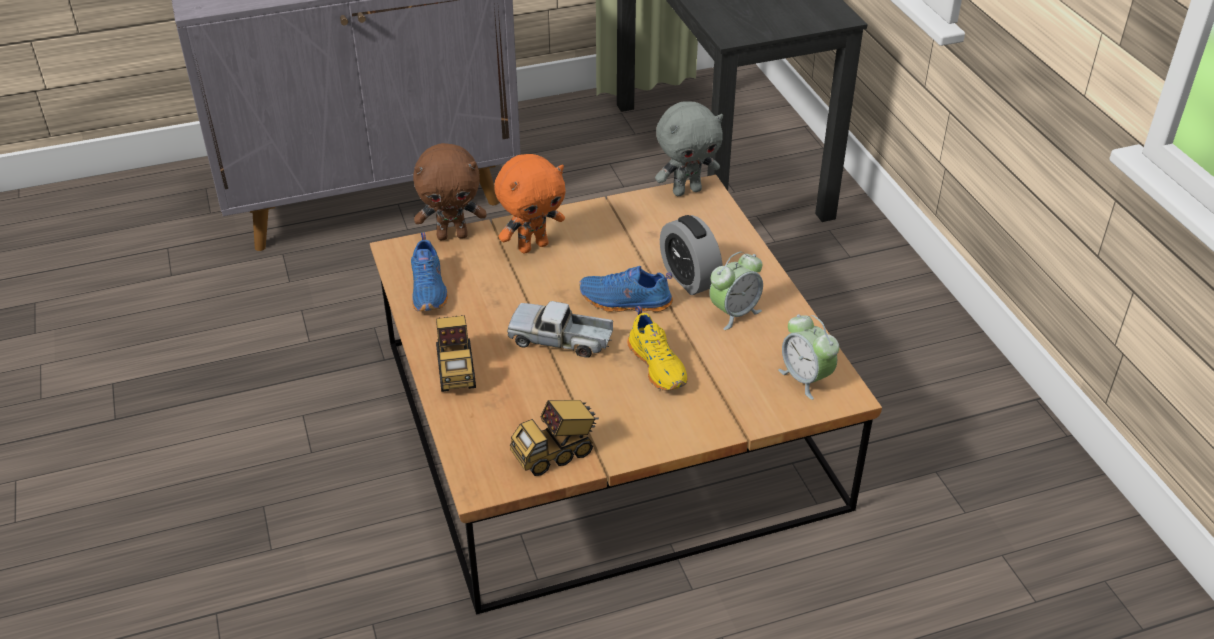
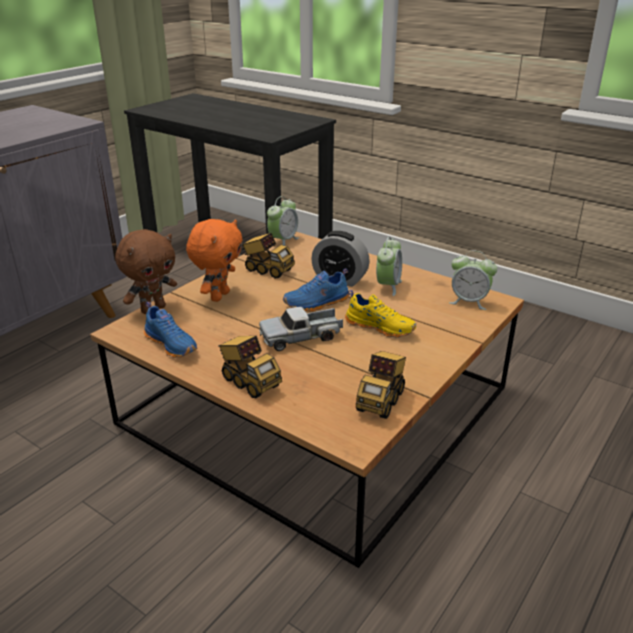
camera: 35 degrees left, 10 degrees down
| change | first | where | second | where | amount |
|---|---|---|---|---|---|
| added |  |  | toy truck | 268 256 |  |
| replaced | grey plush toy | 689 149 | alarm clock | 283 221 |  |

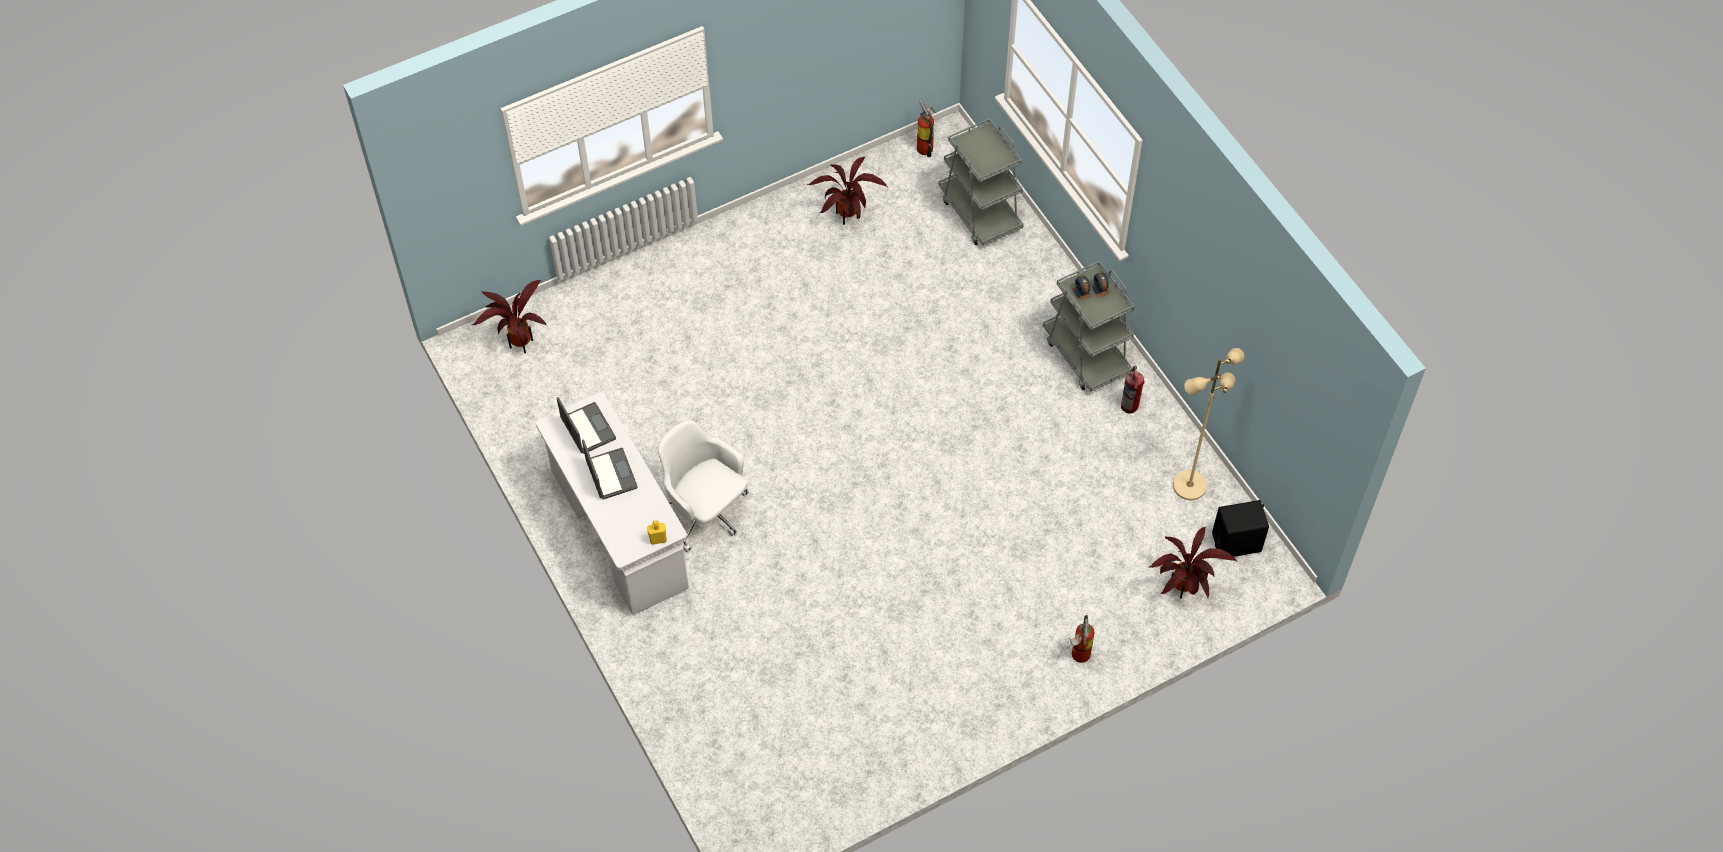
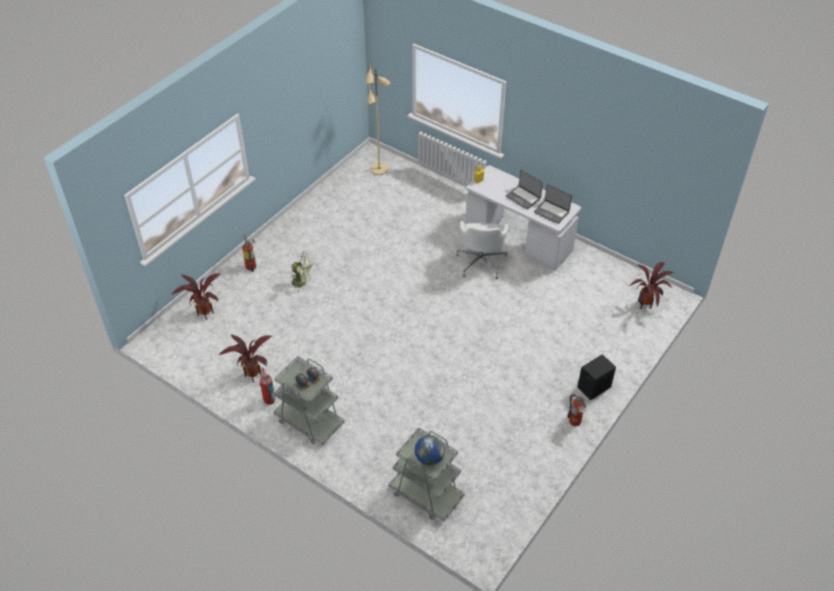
camera: 155 degrees right, 10 degrees down
| change | first | where | second | where | amount |
|---|---|---|---|---|---|
| moved | potted plant | 847 191 |  | 245 358 |  |
| added |  |  | green fan | 302 272 |  |
| moved | beige floor lamp | 1208 424 |  | 377 119 |  |
| added |  |  | globe | 430 450 |  |
| turned | white office chair | 703 486 |  | 482 250 | 75 degrees clockwise |
| moved | fire extinguisher | 926 128 |  | 578 410 |  |
| moved | black speaker | 1240 528 |  | 596 377 |  |

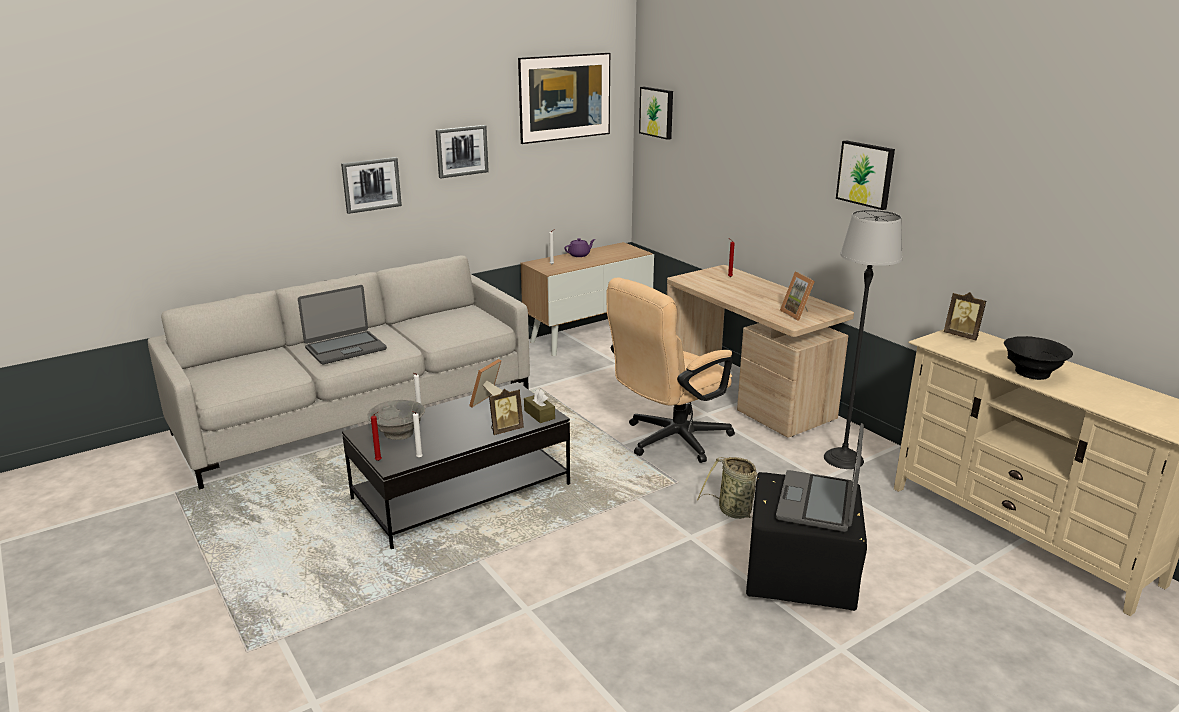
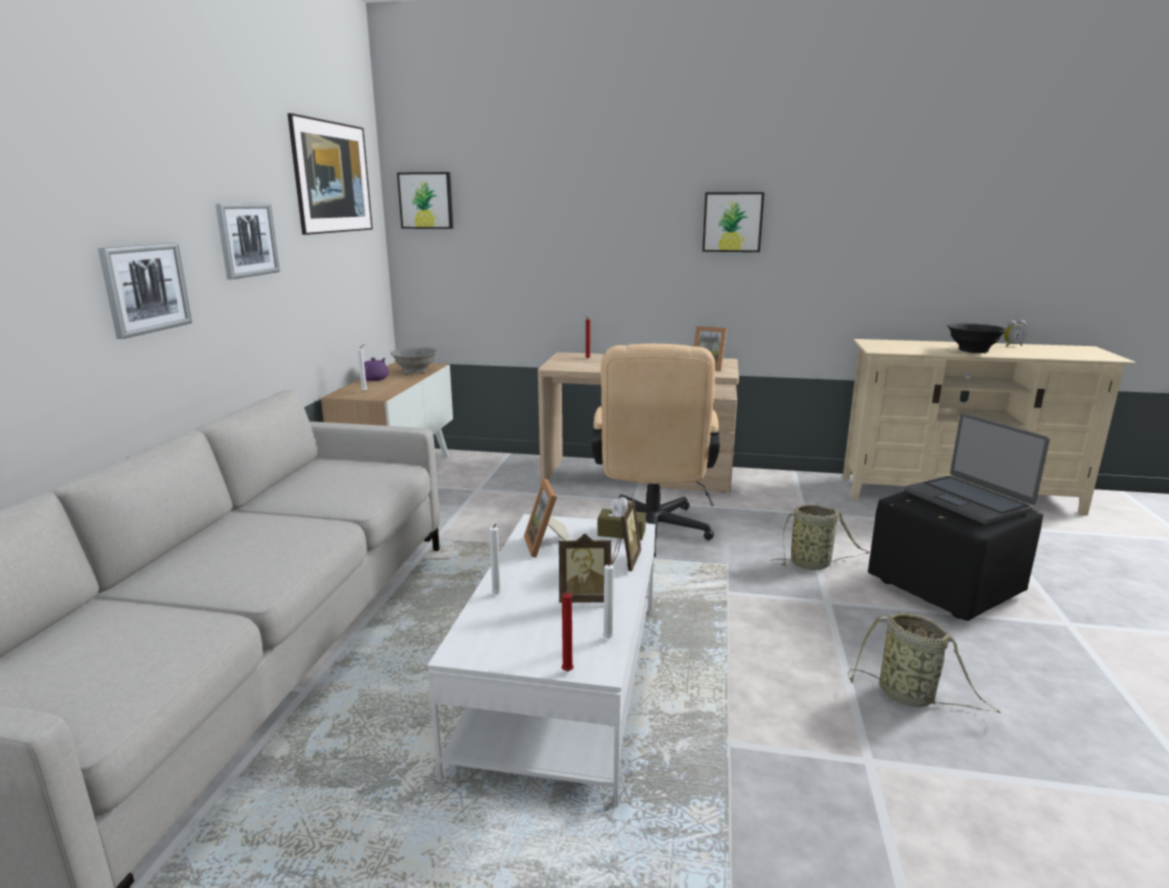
camera: 45 degrees left, 5 degrees down
| change | first | where | second | where | amount |
|---|---|---|---|---|---|
| moved | grey bowl | 396 420 |  | 413 360 |  |
| recoloured | black coffee table | 456 465 | white coffee table | 541 660 |  |
| moved | picture frame | 965 316 |  | 585 568 |  |
| added |  |  | basket | 924 663 |  |
| added |  |  | alarm clock | 1015 333 |  |
| removed | laptop | 342 325 |  |  |  |
| removed | floor lamp | 863 339 |  |  |  |

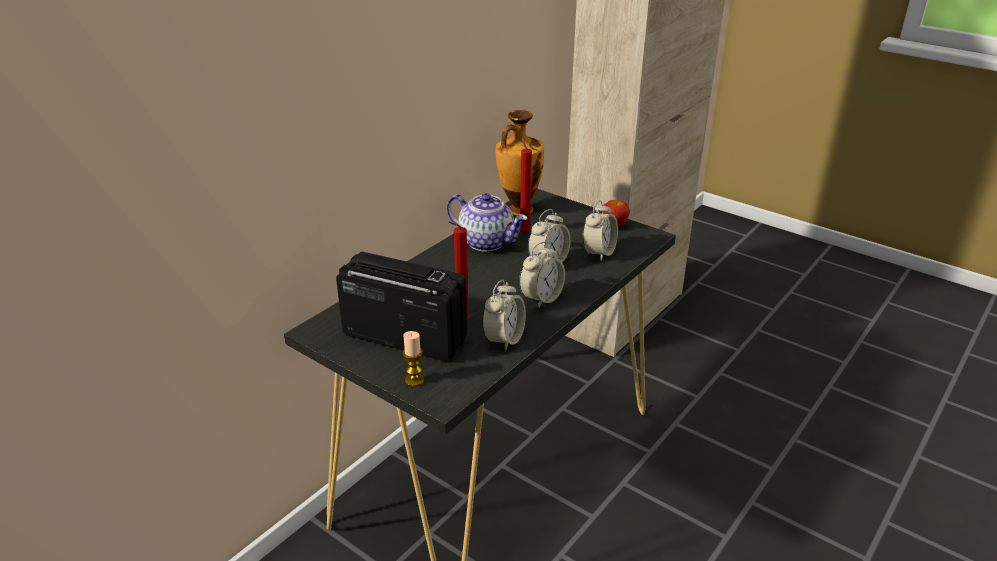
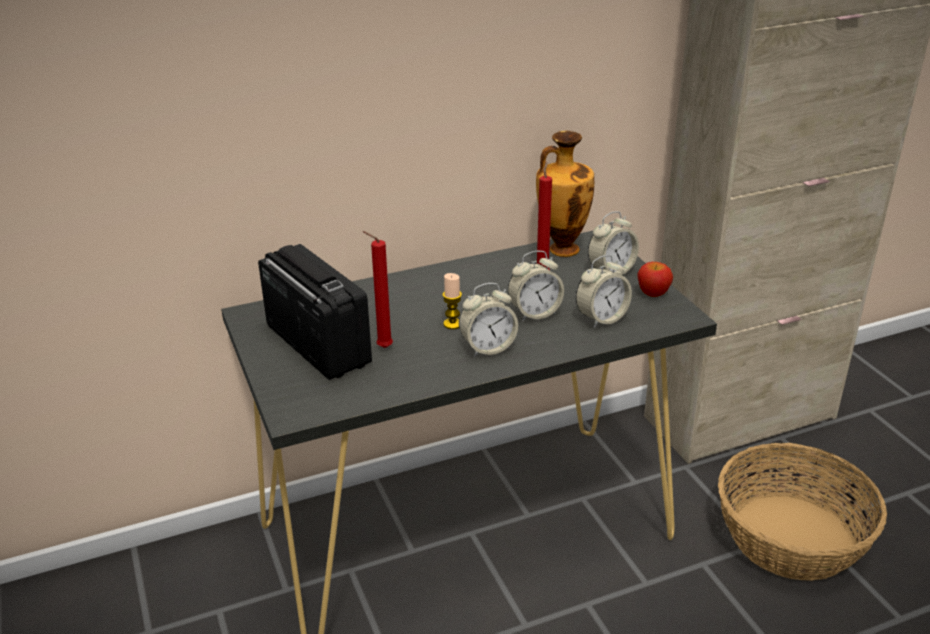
camera: 30 degrees right, 0 degrees up
| change | first | where | second | where | amount |
|---|---|---|---|---|---|
| moved | candle | 413 359 |  | 452 301 |  |
| moved | alarm clock | 504 315 |  | 613 243 |  |
| added |  |  | basket | 802 512 |  |
| removed | teapot | 487 222 |  |  |  |

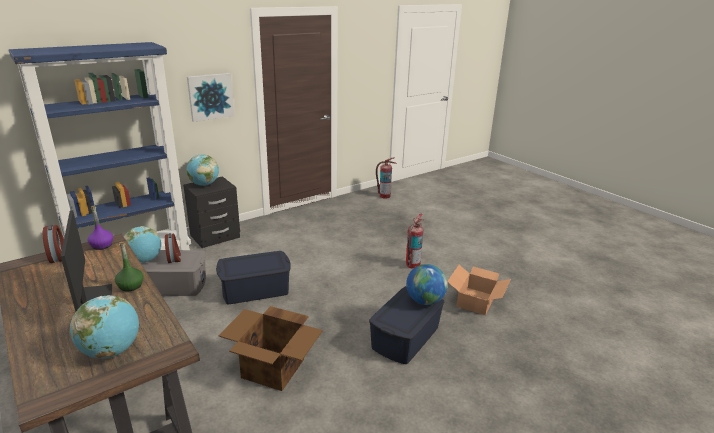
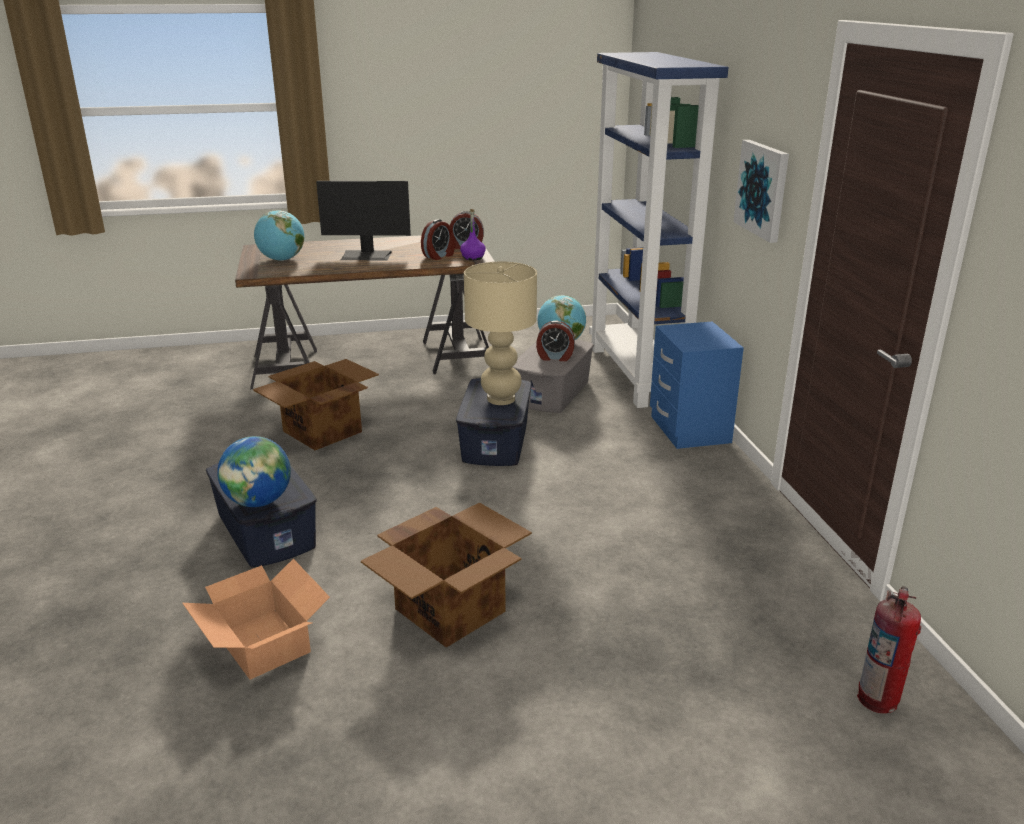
camera: 115 degrees right, 0 degrees up
| change | first | where | second | where | amount |
|---|---|---|---|---|---|
| replaced | fire extinguisher | 414 241 | cardboard box | 446 575 |  |
| added |  |  | alarm clock | 438 239 |  |
| added |  |  | beige table lamp | 500 333 |  |
| recoloured | black nightstand | 211 212 | blue nightstand | 697 385 |  |
| removed | green bottle | 129 267 |  |  |  |
| removed | globe | 202 170 |  |  |  |

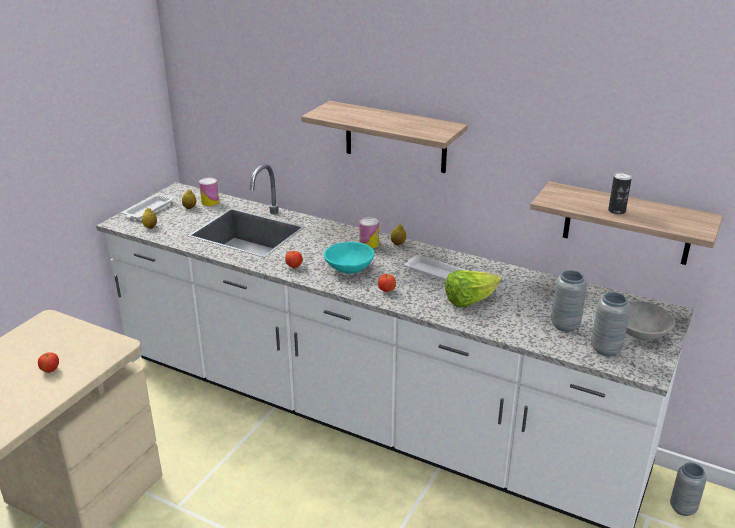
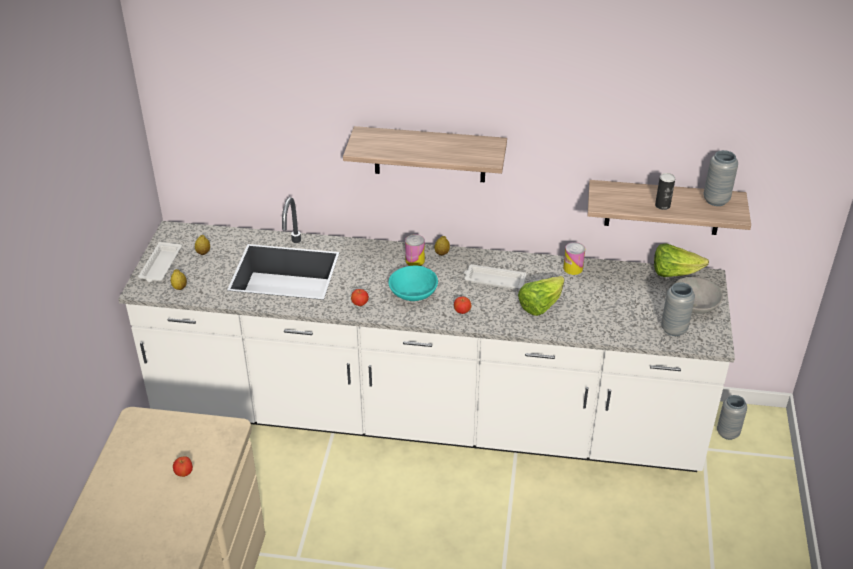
camera: 20 degrees left, 10 degrees up
| change | first | where | second | where | amount |
|---|---|---|---|---|---|
| moved | can | 209 192 |  | 574 258 |  |
| added |  |  | lettuce | 681 260 |  |
| moved | grey vase | 569 301 |  | 721 178 |  |

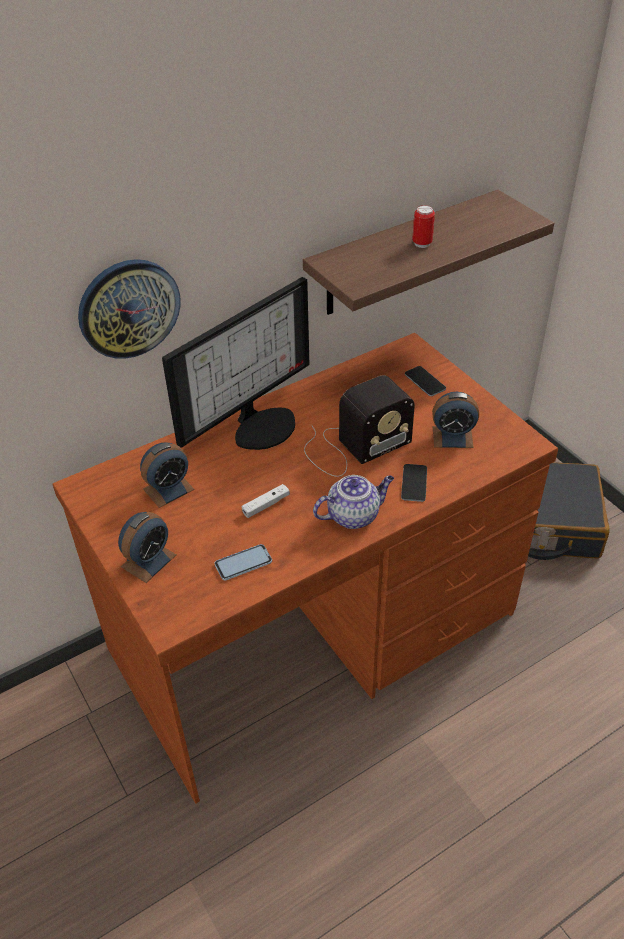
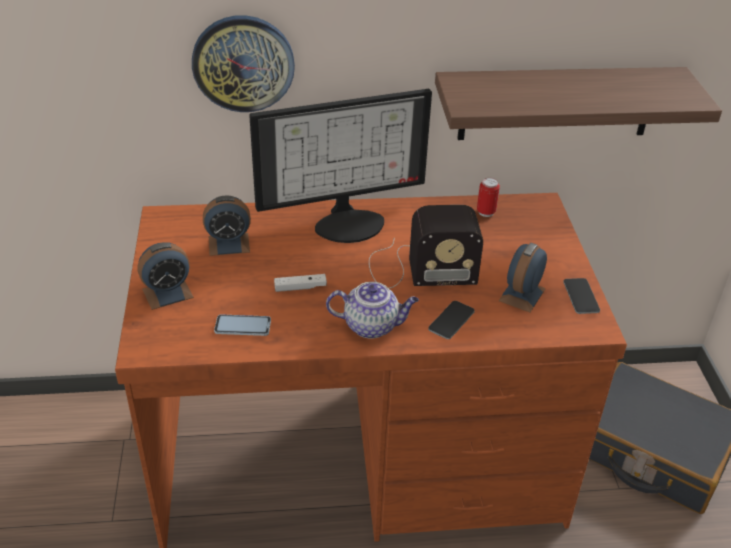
camera: 25 degrees right, 5 degrees down
| change | first | where | second | where | amount |
|---|---|---|---|---|---|
| moved | can | 423 226 |  | 488 197 |  |
| turned | alarm clock | 455 420 |  | 523 277 | 90 degrees clockwise |
| moved | phone | 425 381 |  | 581 296 |  |

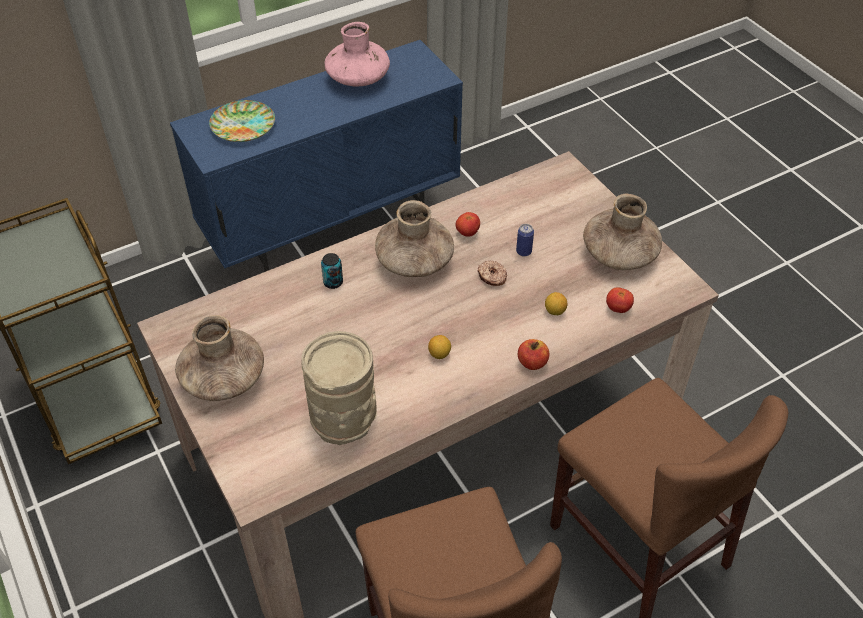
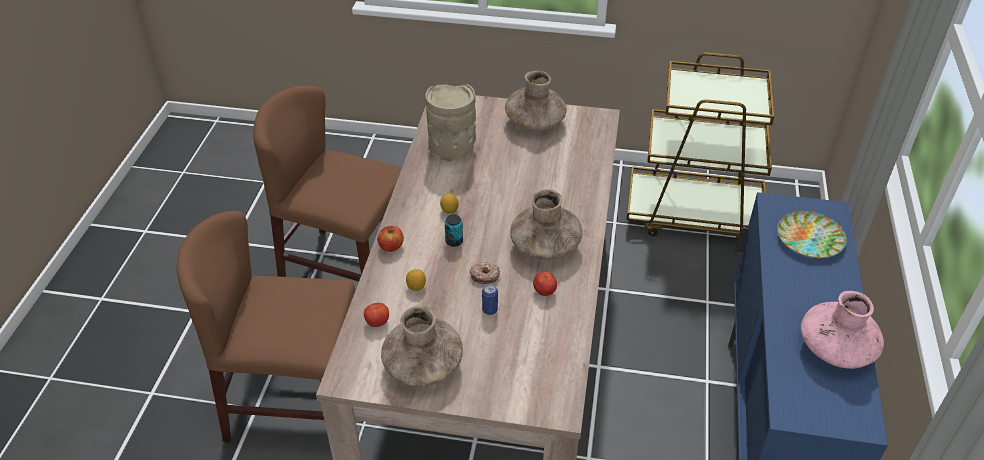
camera: 130 degrees right, 5 degrees down
| change | first | where | second | where | amount |
|---|---|---|---|---|---|
| moved | can | 332 271 |  | 454 231 |  |

